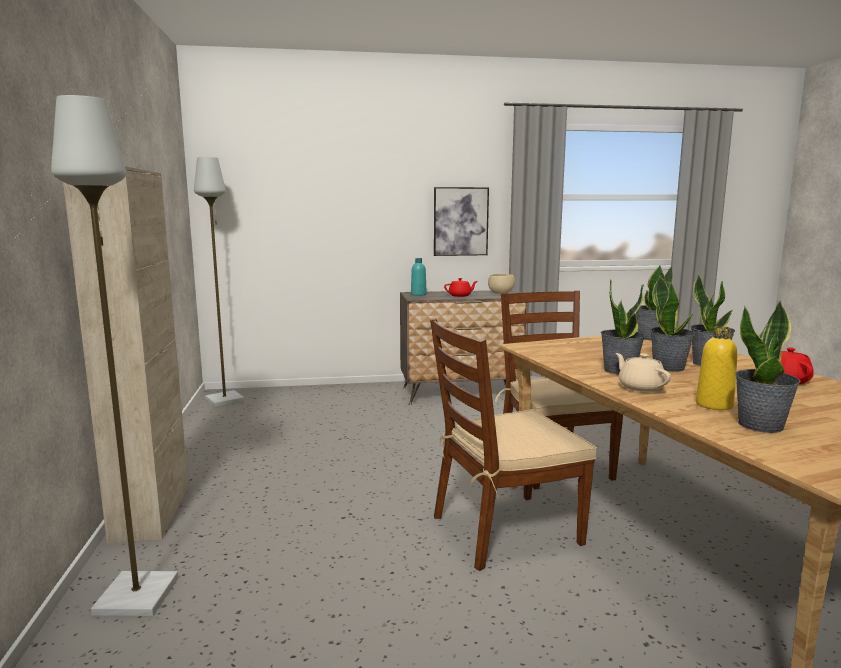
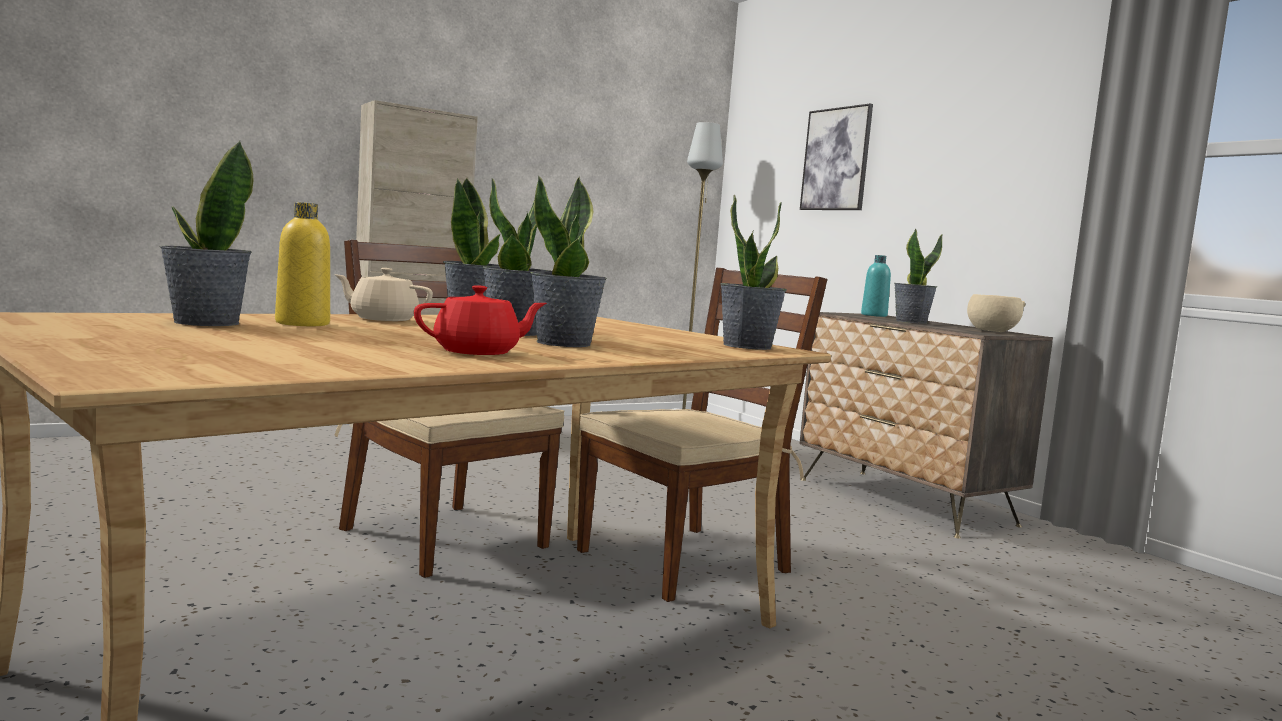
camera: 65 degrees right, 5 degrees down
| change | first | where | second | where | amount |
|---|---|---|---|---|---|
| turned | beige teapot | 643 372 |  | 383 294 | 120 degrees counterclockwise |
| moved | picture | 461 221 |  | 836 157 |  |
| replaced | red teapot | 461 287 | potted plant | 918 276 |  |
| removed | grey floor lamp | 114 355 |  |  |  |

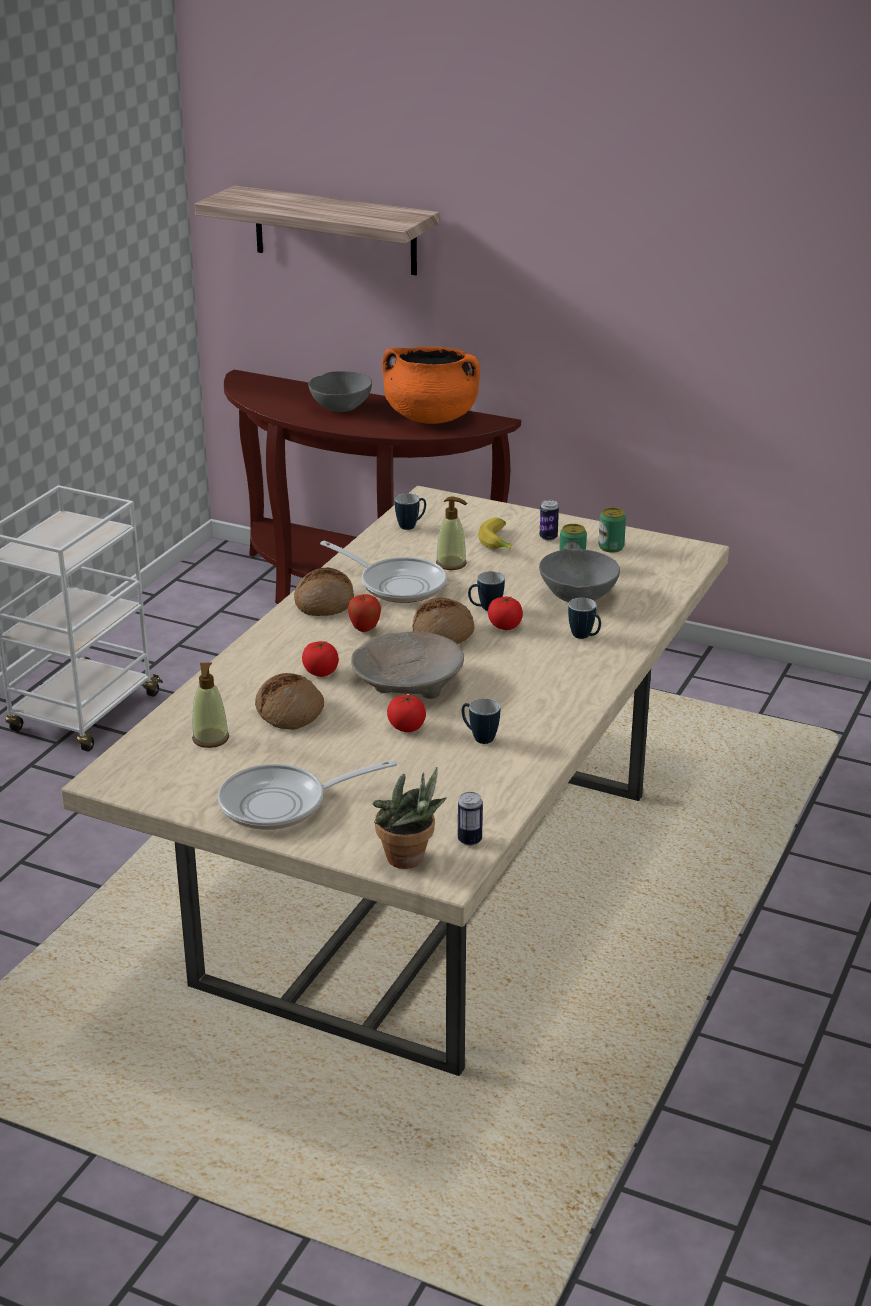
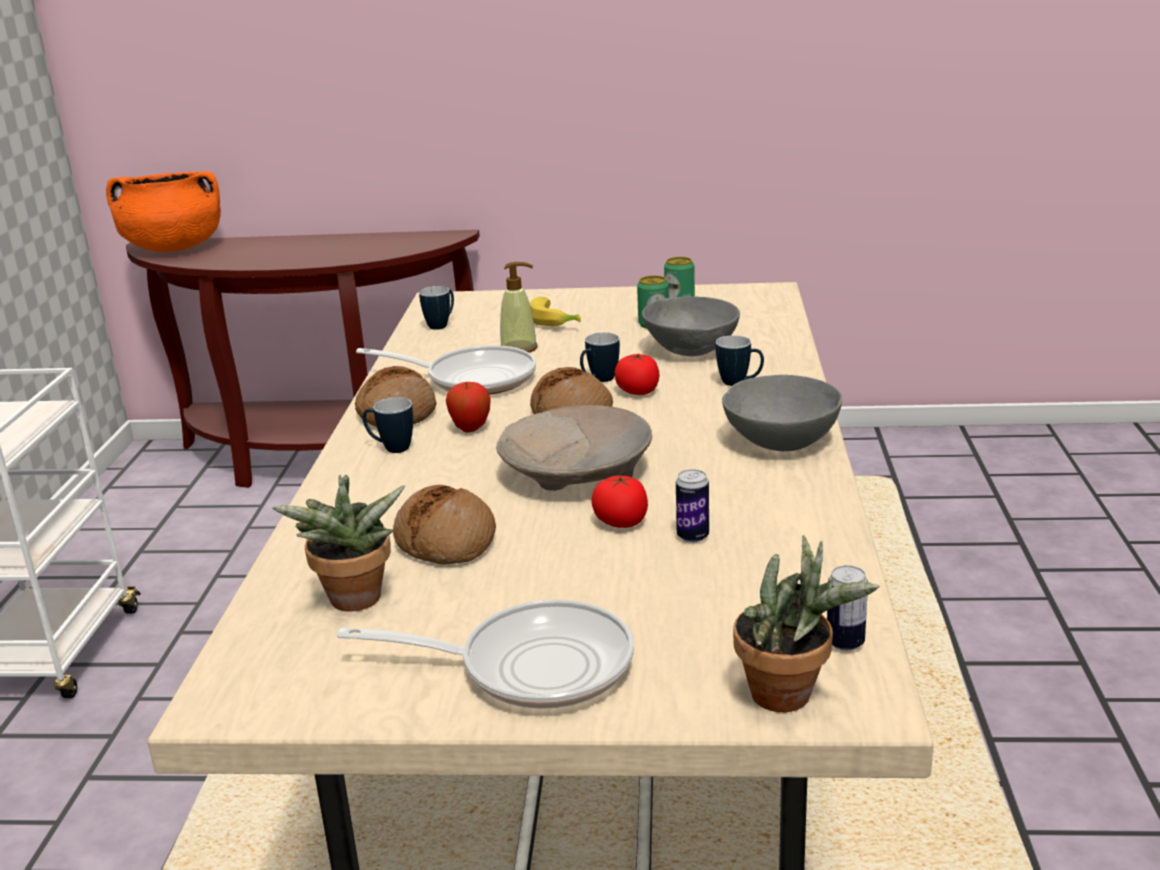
camera: 20 degrees left, 5 degrees down
| change | first | where | second | where | amount |
|---|---|---|---|---|---|
| moved | orange cooking pot | 431 385 |  | 163 211 |  |
| replaced | soap dispenser | 210 705 | potted plant | 338 543 |  |
| turned | frying pan | 307 795 |  | 485 654 | 135 degrees counterclockwise |
| moved | mug | 481 721 |  | 388 425 |  |
| moved | can | 549 520 |  | 692 506 |  |
| moved | grey bowl | 340 391 |  | 782 413 |  |
| removed | shelf | 317 230 |  |  |  |
| removed | tomato | 320 659 |  |  |  |

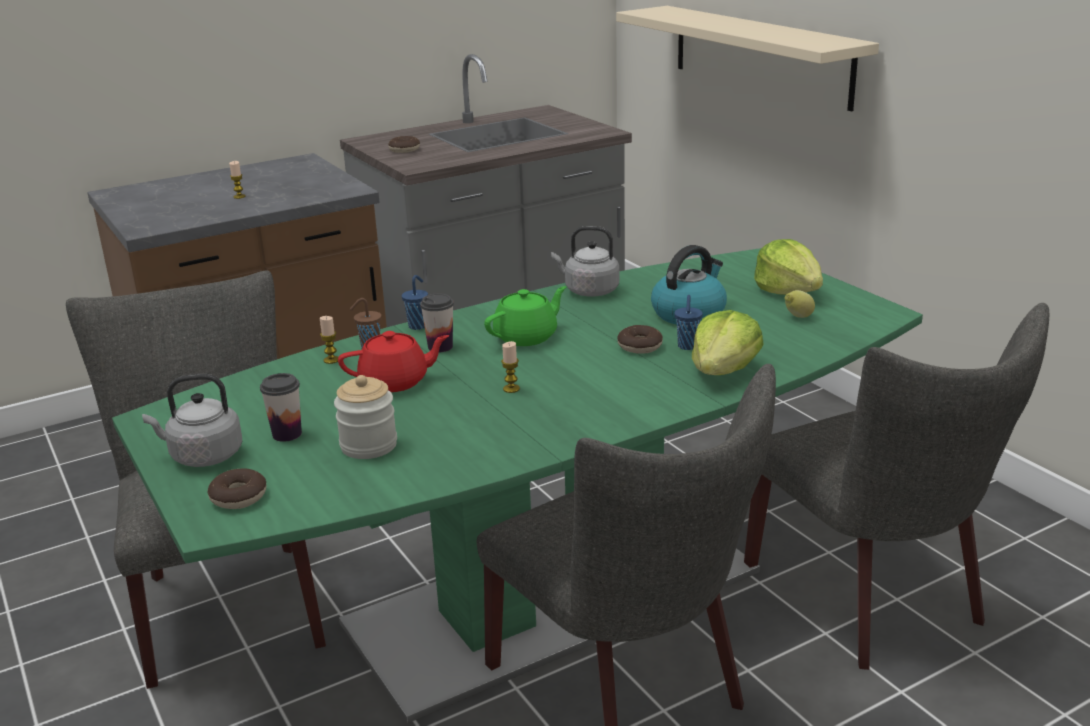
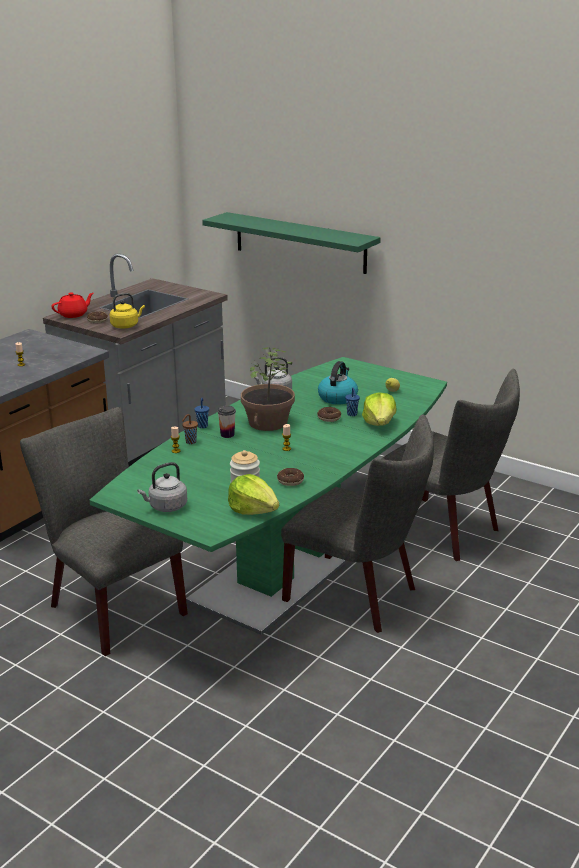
camera: 25 degrees left, 0 degrees up
| change | first | where | second | where | amount |
|---|---|---|---|---|---|
| moved | red teapot | 393 361 |  | 72 305 |  |
| added |  |  | yellow kettle | 127 311 |  |
| recoloured | beige shelf | 747 59 | green shelf | 291 243 |  |
| moved | lettuce | 788 267 |  | 253 494 |  |
| replaced | green teapot | 525 316 | potted plant | 268 389 |  |
| moved | donut | 237 488 |  | 290 477 |  |
| removed | cup | 281 407 |  |  |  |

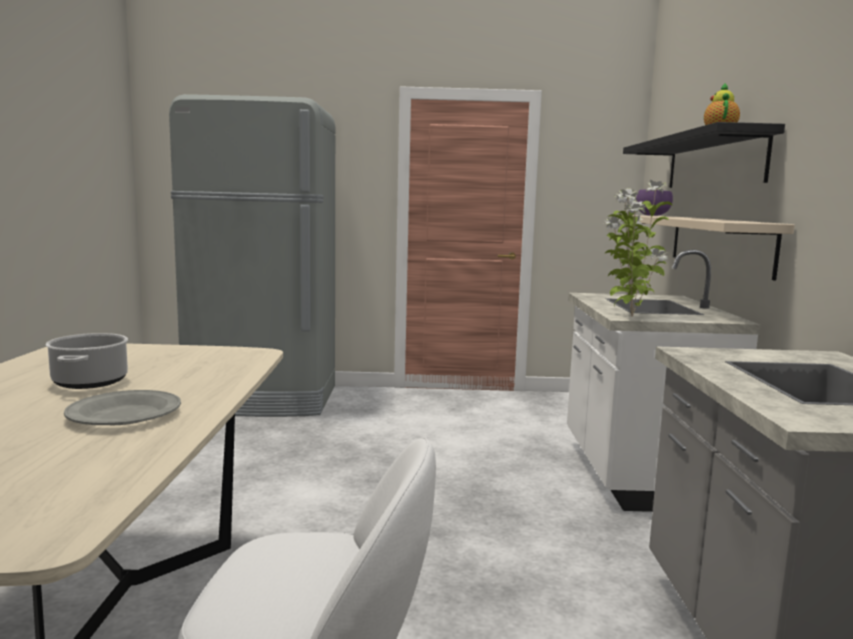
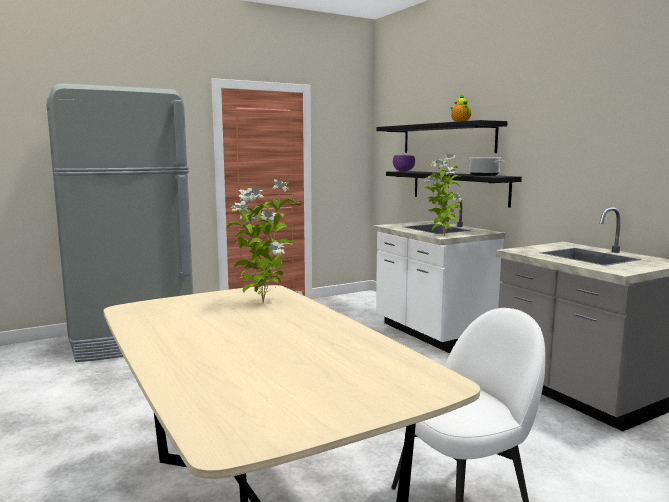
camera: 30 degrees left, 0 degrees up
| change | first | where | second | where | amount |
|---|---|---|---|---|---|
| added |  |  | potted plant | 261 241 |  |
| recoloured | beige shelf | 714 248 | black shelf | 454 189 |  |
| moved | cooking pot | 86 361 |  | 485 166 |  |
| removed | grey plate | 122 407 |  |  |  |

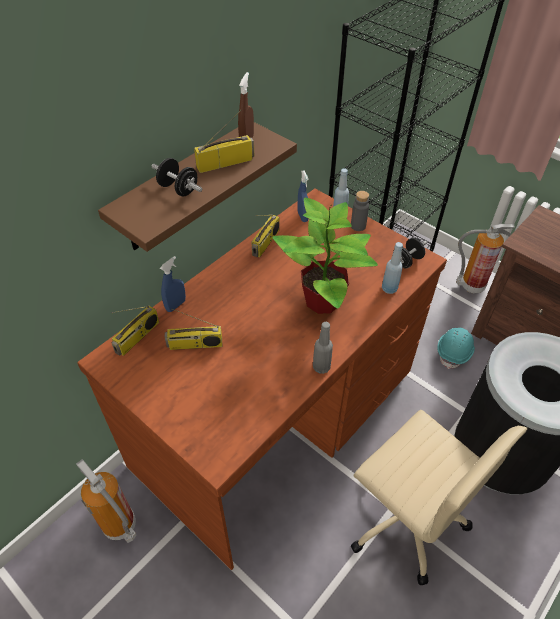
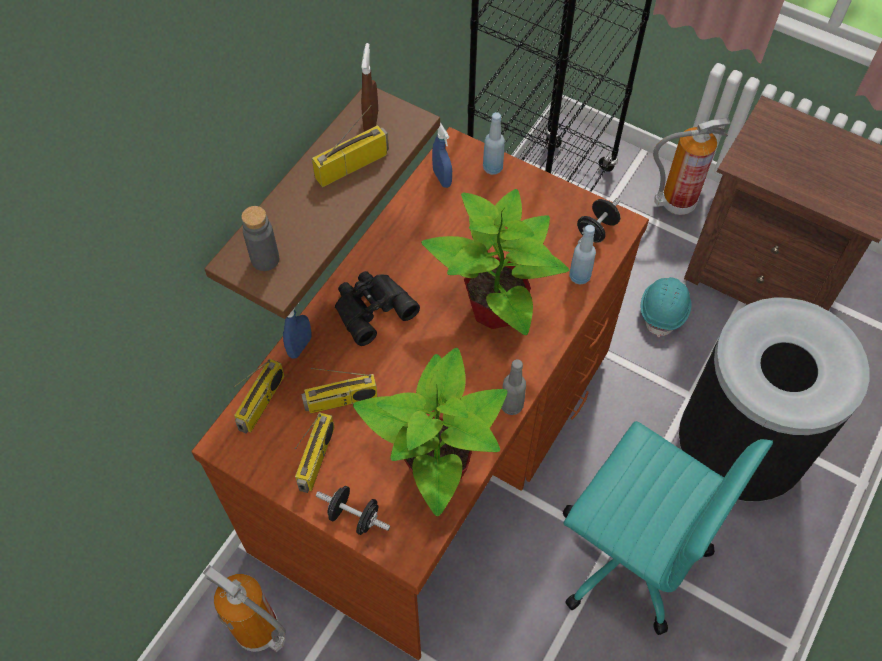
camera: 10 degrees left, 10 degrees up
| change | first | where | second | where | amount |
|---|---|---|---|---|---|
| moved | grey bottle | 360 211 |  | 260 238 |  |
| moved | radio | 266 235 |  | 315 452 |  |
| moved | black dumbbell | 176 177 |  | 353 510 |  |
| added |  |  | black binoculars | 377 308 |  |
| added |  |  | potted plant | 430 432 |  |
| recoloured | beige office chair | 439 497 | turquoise office chair | 668 528 |  |

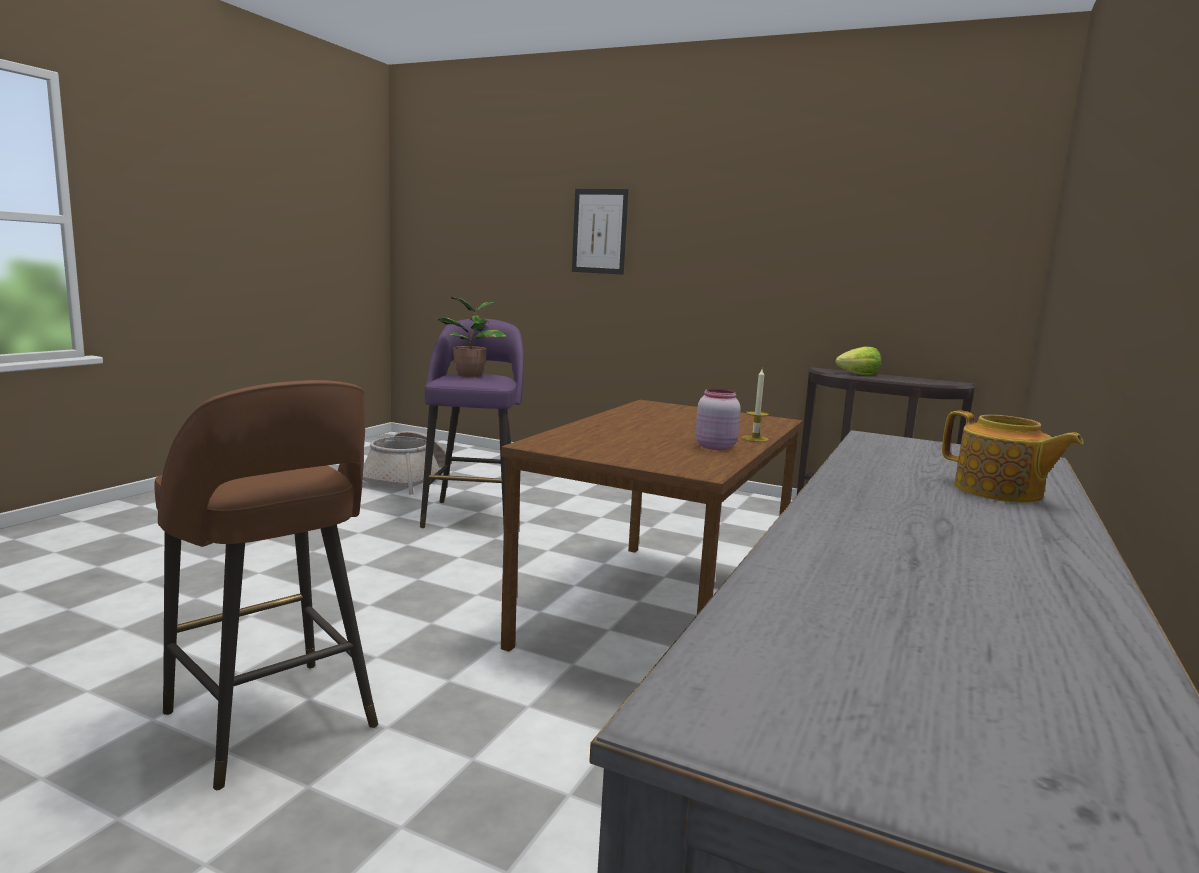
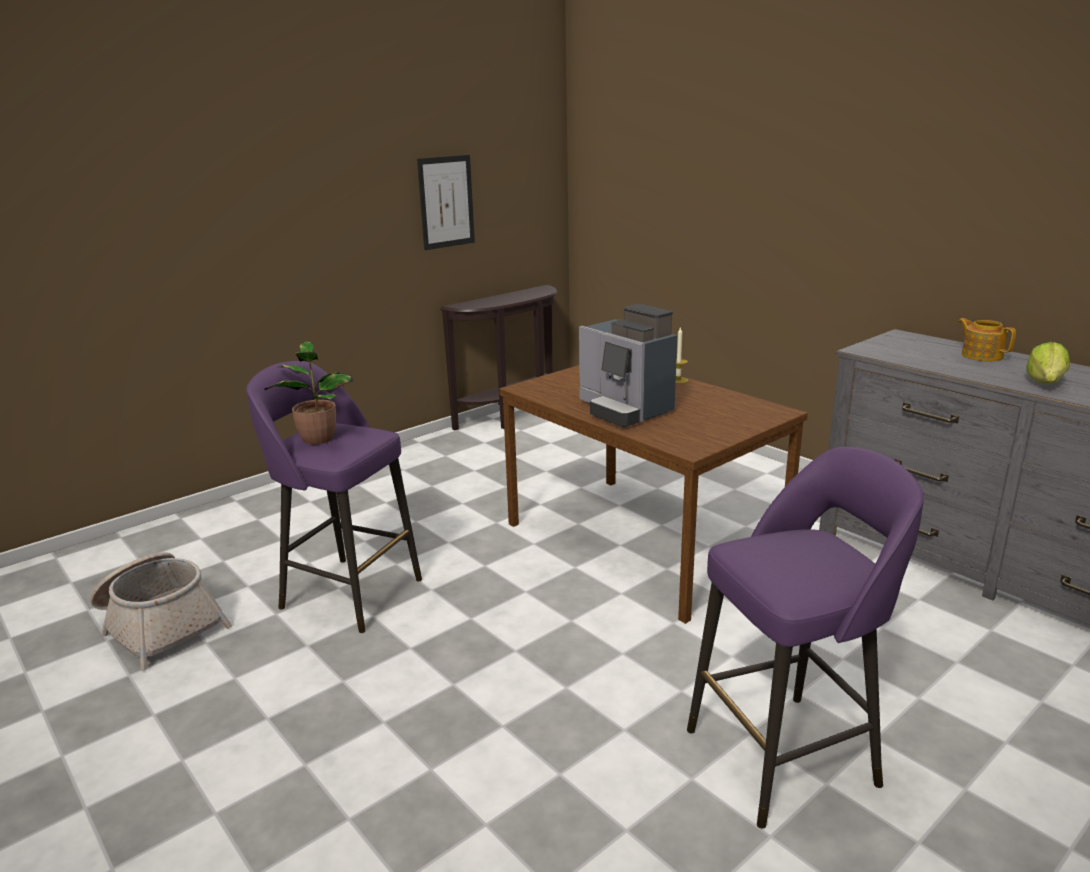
camera: 65 degrees left, 10 degrees up
| change | first | where | second | where | amount |
|---|---|---|---|---|---|
| moved | picture | 600 232 |  | 446 202 |  |
| added |  |  | coffee machine | 628 366 |  |
| recoloured | brown stool | 266 585 | purple stool | 805 638 |  |
| turned | teapot | 1013 457 |  | 987 340 | 105 degrees counterclockwise |
| moved | lettuce | 858 361 |  | 1048 363 |  |
| removed | pink jar | 718 419 |  |  |  |

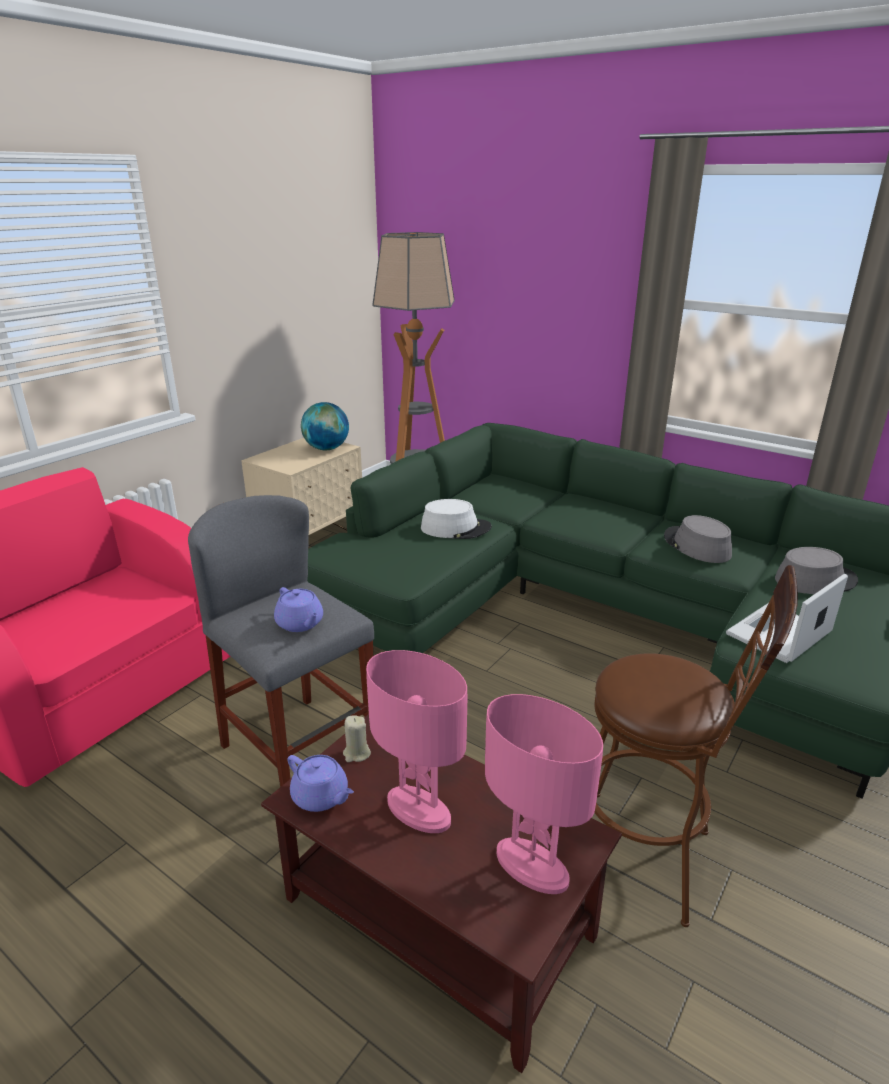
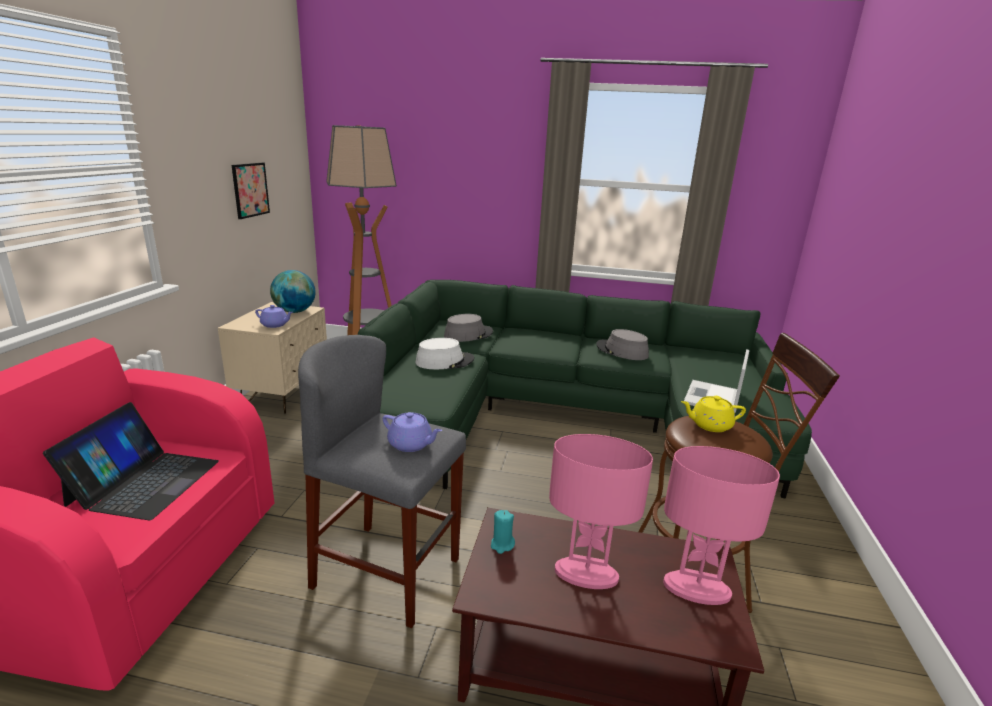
camera: 25 degrees left, 5 degrees down
| change | first | where | second | where | amount |
|---|---|---|---|---|---|
| added |  |  | laptop | 131 461 |  |
| added |  |  | picture | 251 190 |  |
| moved | purple teapot | 320 783 |  | 274 316 |  |
| moved | grey hat | 816 570 |  | 468 328 |  |
| recoloured | beige candle | 357 738 | turquoise candle | 503 532 |  |
| added |  |  | yellow teapot | 713 414 |  |

